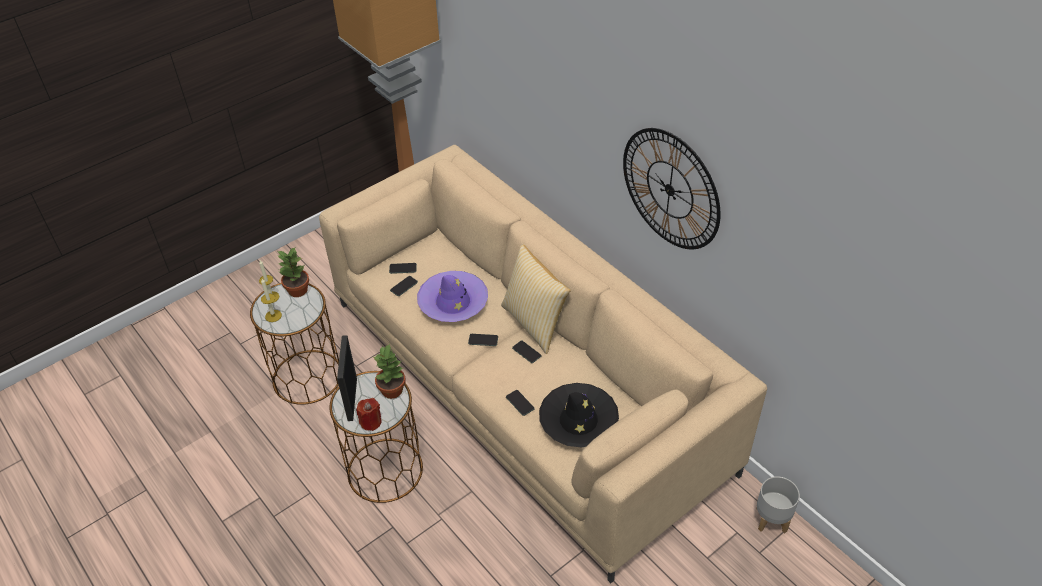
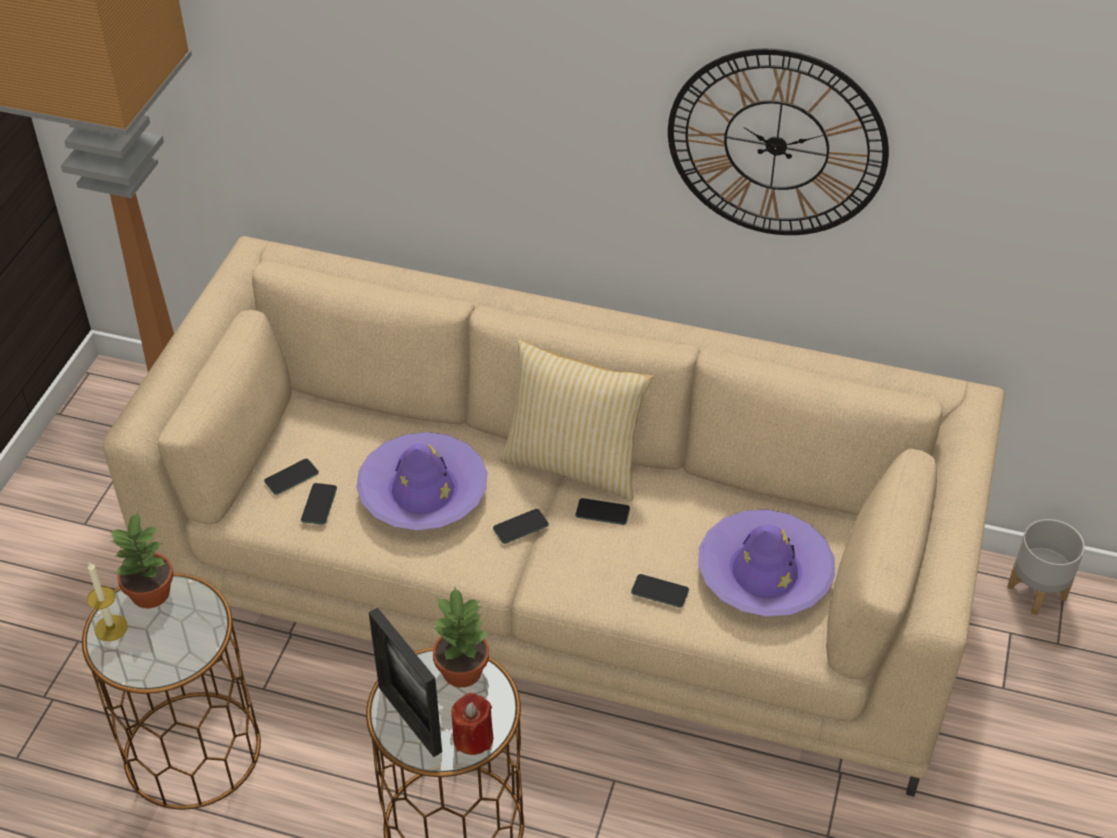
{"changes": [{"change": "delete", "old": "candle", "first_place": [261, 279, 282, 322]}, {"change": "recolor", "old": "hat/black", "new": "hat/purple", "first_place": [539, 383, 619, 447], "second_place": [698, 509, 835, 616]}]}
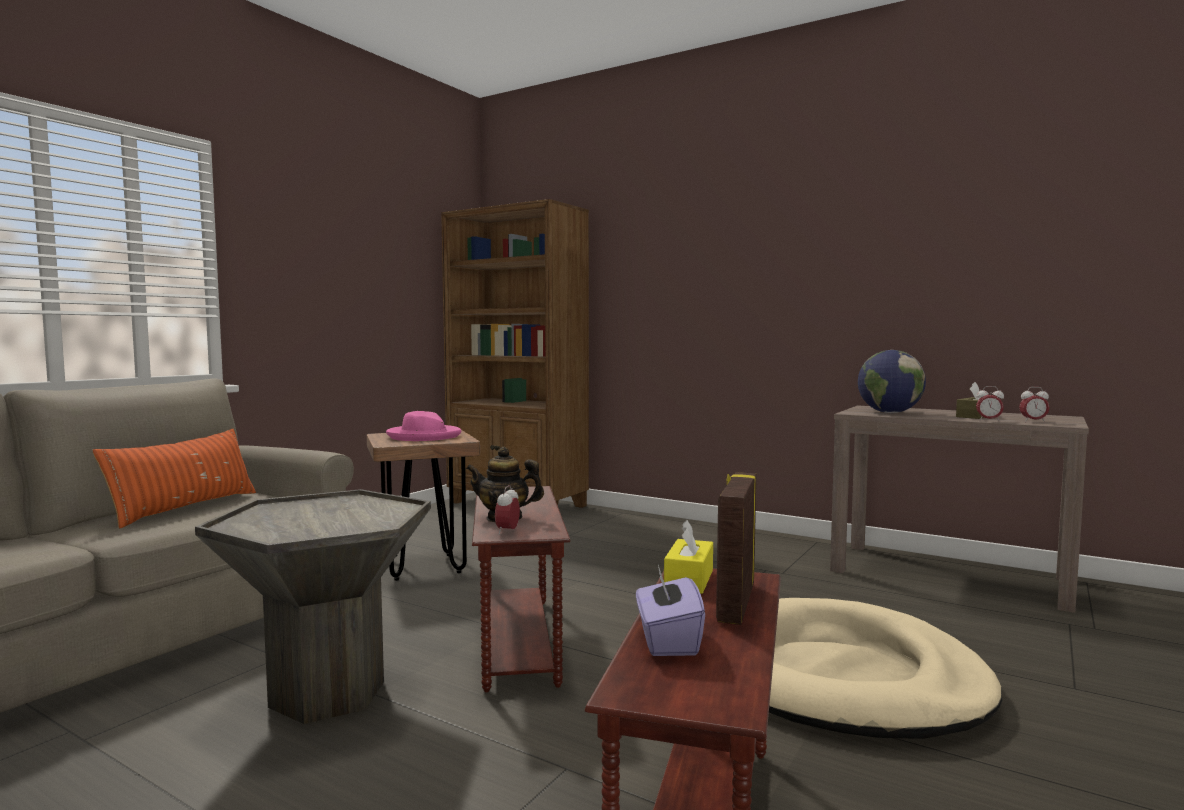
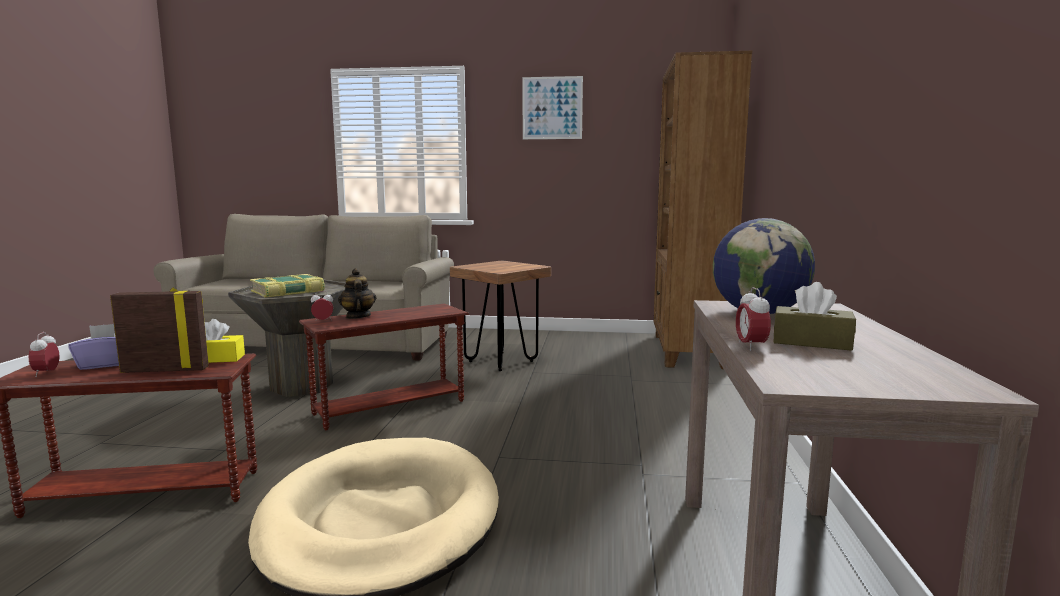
{"changes": [{"change": "delete", "old": "pillow/orange", "first_place": [92, 429, 256, 529]}, {"change": "delete", "old": "hat/pink", "first_place": [386, 411, 462, 441]}, {"change": "move", "old": "alarm clock", "first_place": [1019, 387, 1049, 423], "second_place": [29, 332, 59, 377]}, {"change": "insert", "new": "book", "second_place": [250, 274, 325, 298]}, {"change": "insert", "new": "picture", "second_place": [523, 76, 583, 139]}]}
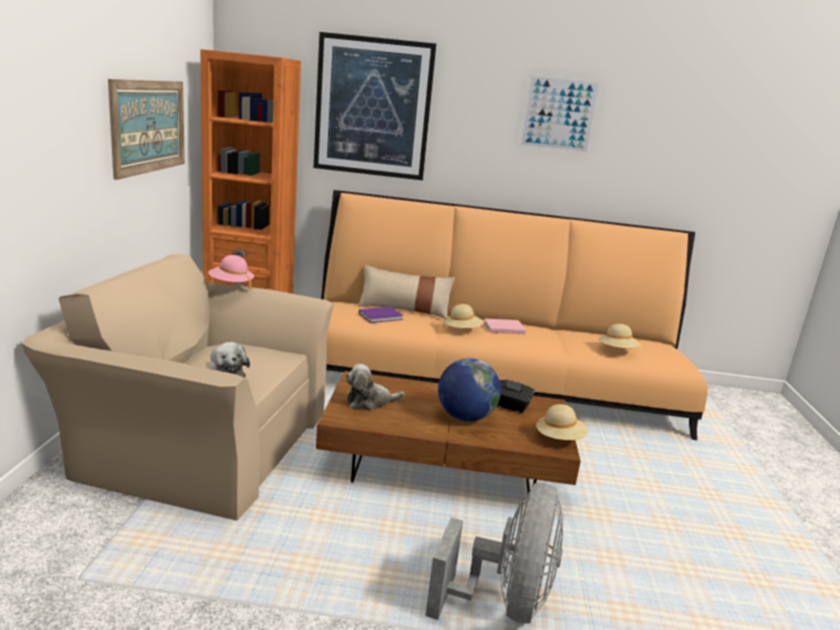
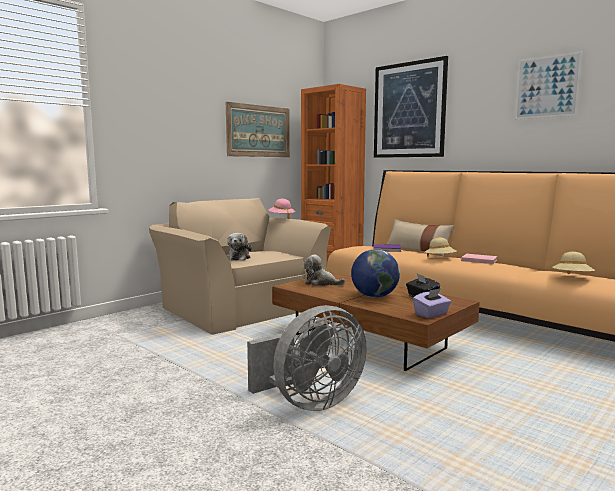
{"changes": [{"change": "replace", "old": "hat/beige", "new": "tissue box/purple", "first_place": [534, 404, 588, 440], "second_place": [413, 288, 451, 318]}]}
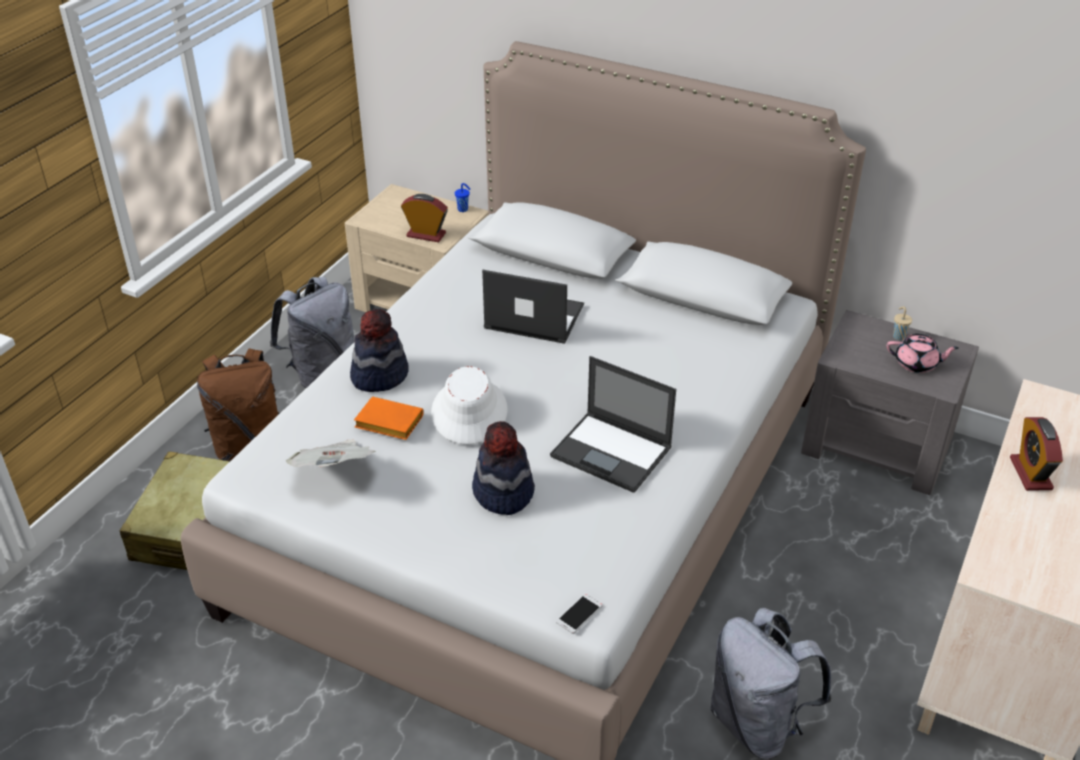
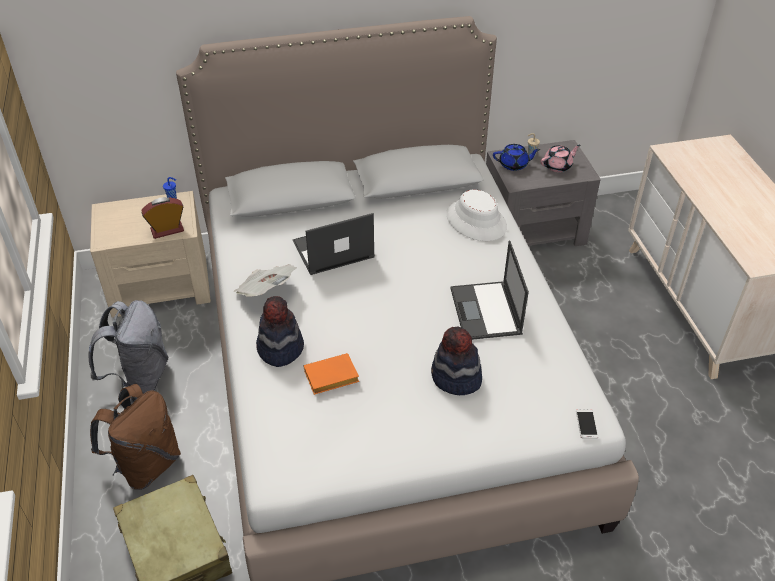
{"changes": [{"change": "move", "old": "newspaper", "first_place": [286, 439, 376, 467], "second_place": [233, 264, 297, 297]}, {"change": "move", "old": "hat/white", "first_place": [431, 366, 508, 444], "second_place": [446, 190, 507, 241]}, {"change": "rotate", "old": "laptop", "first_place": [550, 356, 676, 493], "second_place": [451, 240, 529, 340], "degrees": 90}, {"change": "delete", "old": "backpack/grey", "first_place": [710, 608, 832, 759]}, {"change": "delete", "old": "alarm clock", "first_place": [1010, 417, 1063, 491]}, {"change": "insert", "new": "teapot/blue", "second_place": [493, 144, 540, 171]}]}
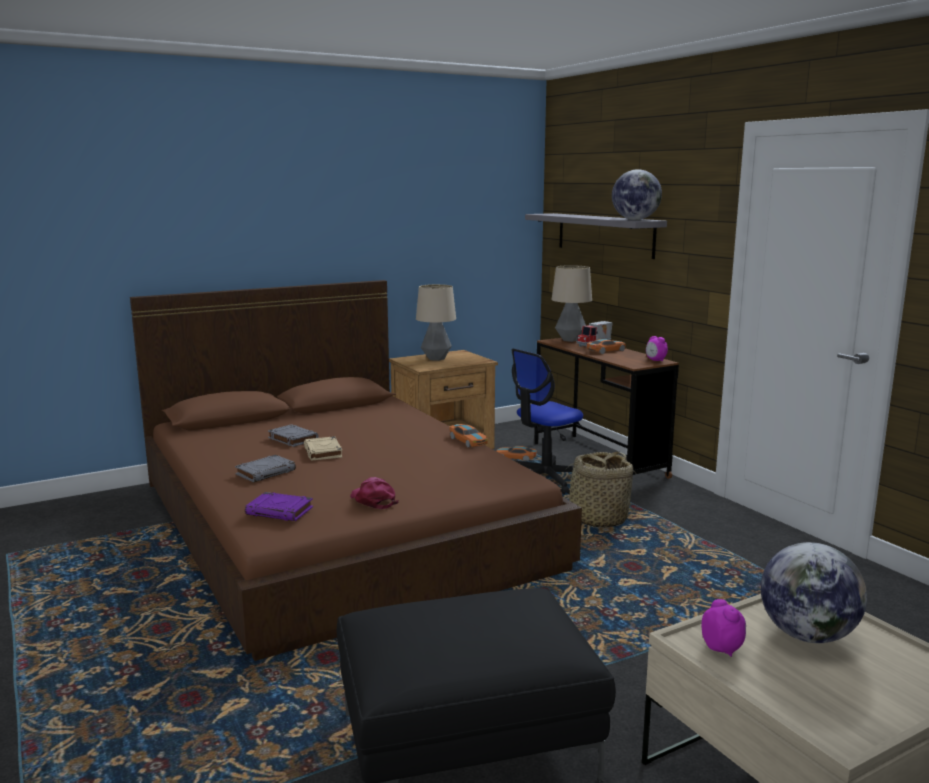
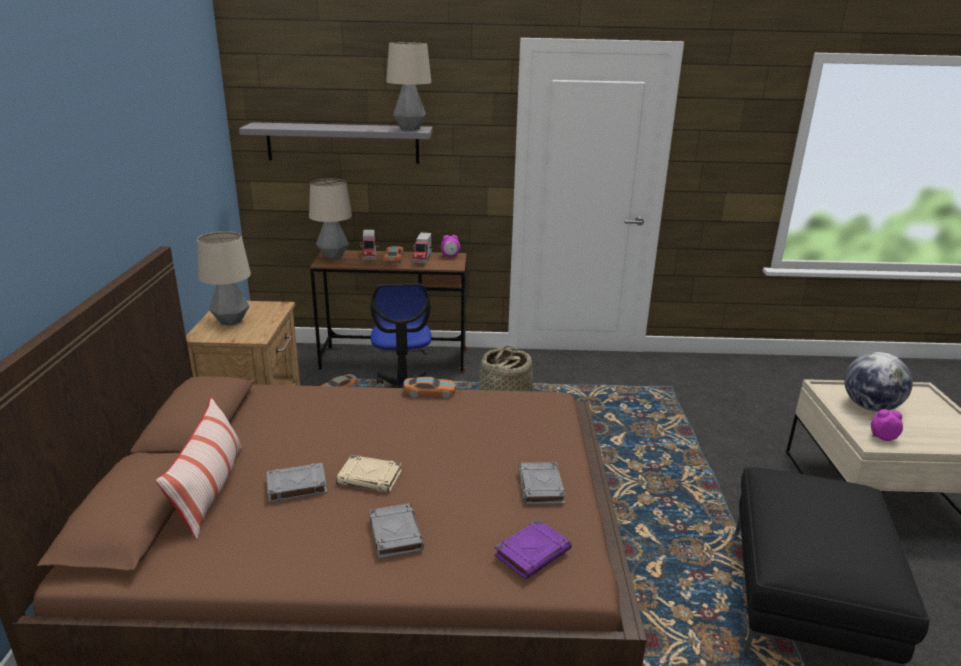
{"changes": [{"change": "replace", "old": "cap/pink", "new": "book/grey", "first_place": [350, 477, 398, 509], "second_place": [518, 462, 565, 505]}, {"change": "replace", "old": "globe", "new": "table lamp", "first_place": [612, 169, 662, 220], "second_place": [386, 42, 432, 130]}, {"change": "insert", "new": "pillow", "second_place": [156, 397, 243, 540]}, {"change": "insert", "new": "toy truck", "second_place": [413, 233, 432, 265]}]}
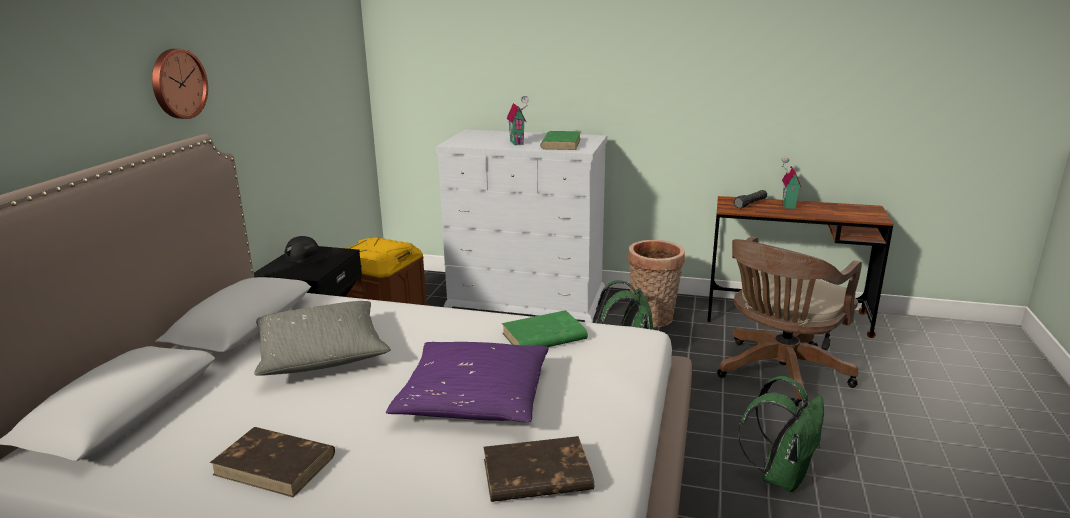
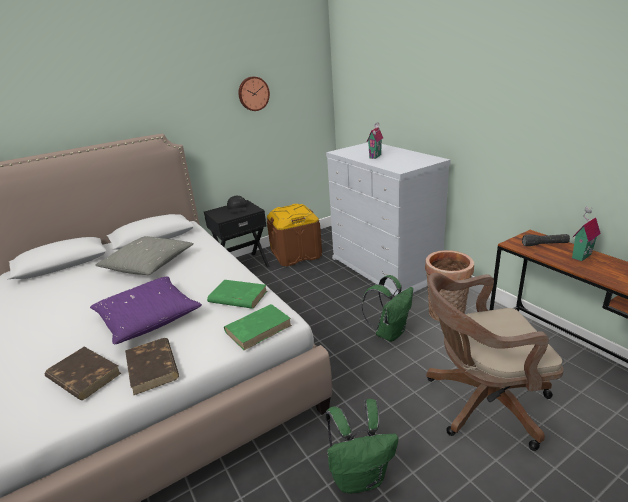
{"changes": [{"change": "move", "old": "wall clock", "first_place": [152, 49, 208, 119], "second_place": [238, 77, 270, 111]}, {"change": "move", "old": "book/brown", "first_place": [210, 427, 335, 497], "second_place": [125, 338, 179, 395]}, {"change": "move", "old": "book/green", "first_place": [540, 131, 581, 150], "second_place": [224, 304, 292, 350]}]}
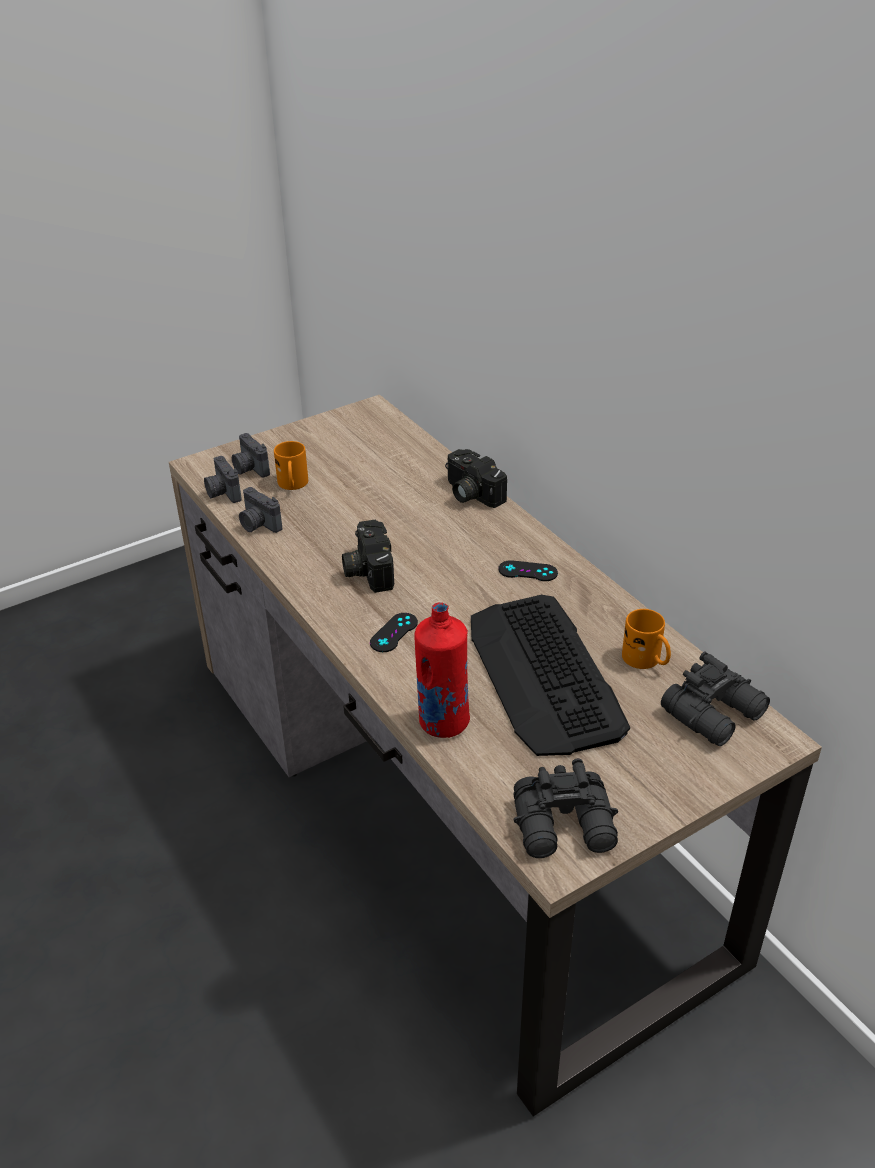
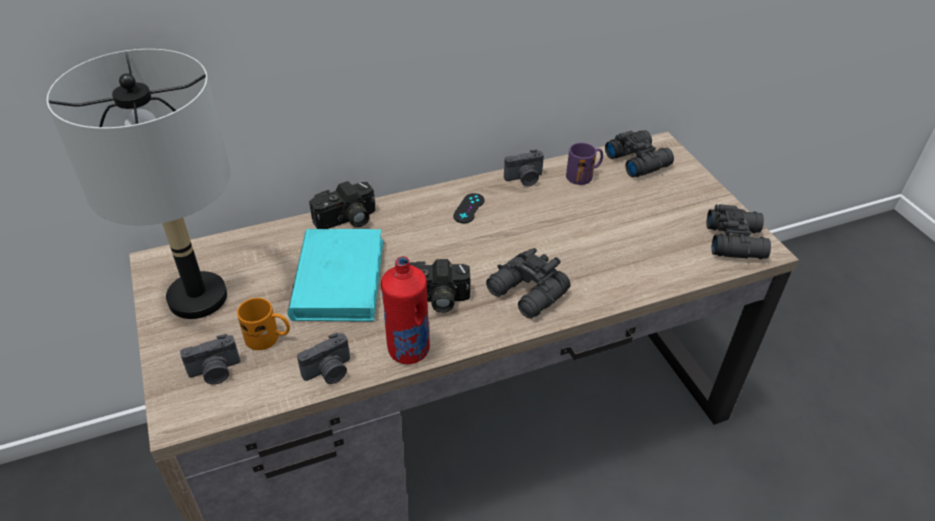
{"changes": [{"change": "move", "old": "photo camera", "first_place": [204, 456, 242, 503], "second_place": [504, 149, 544, 186]}, {"change": "replace", "old": "game controller/black", "new": "binoculars/black", "first_place": [370, 613, 418, 652], "second_place": [486, 248, 571, 319]}, {"change": "move", "old": "bottle/red", "first_place": [415, 602, 470, 738], "second_place": [381, 256, 430, 364]}, {"change": "delete", "old": "keyboard", "first_place": [471, 595, 630, 756]}, {"change": "recolor", "old": "mug/orange", "new": "mug/purple", "first_place": [622, 609, 671, 669], "second_place": [566, 143, 603, 185]}, {"change": "insert", "new": "table lamp/grey", "second_place": [47, 49, 230, 319]}, {"change": "insert", "new": "book/turquoise", "second_place": [287, 229, 384, 322]}]}
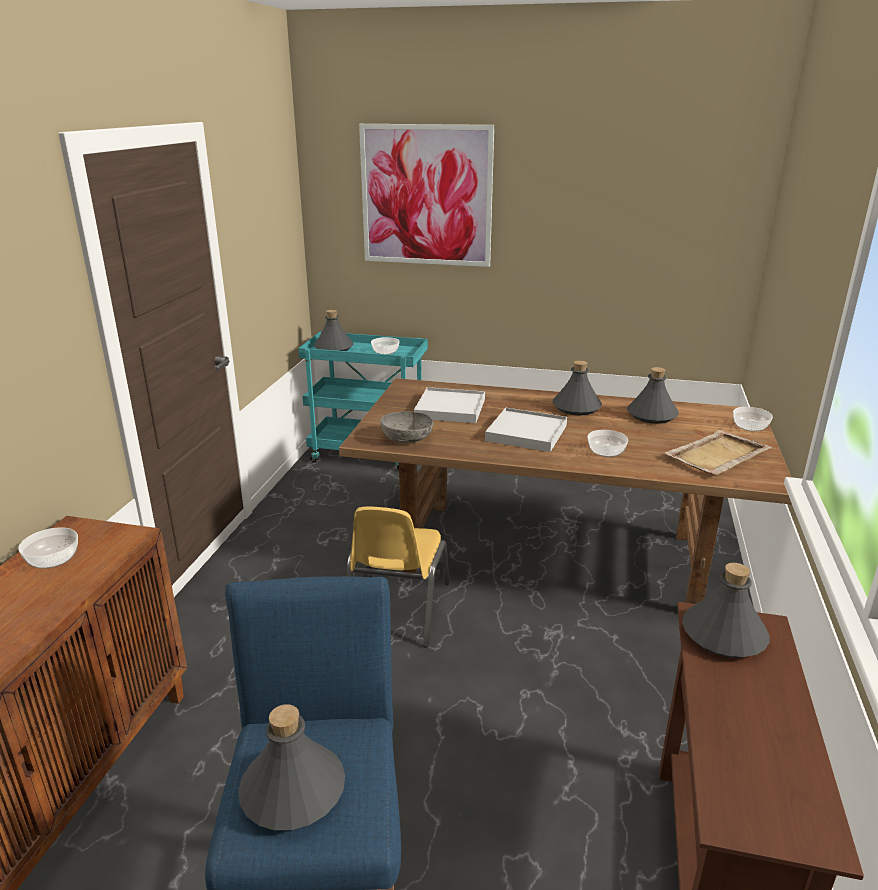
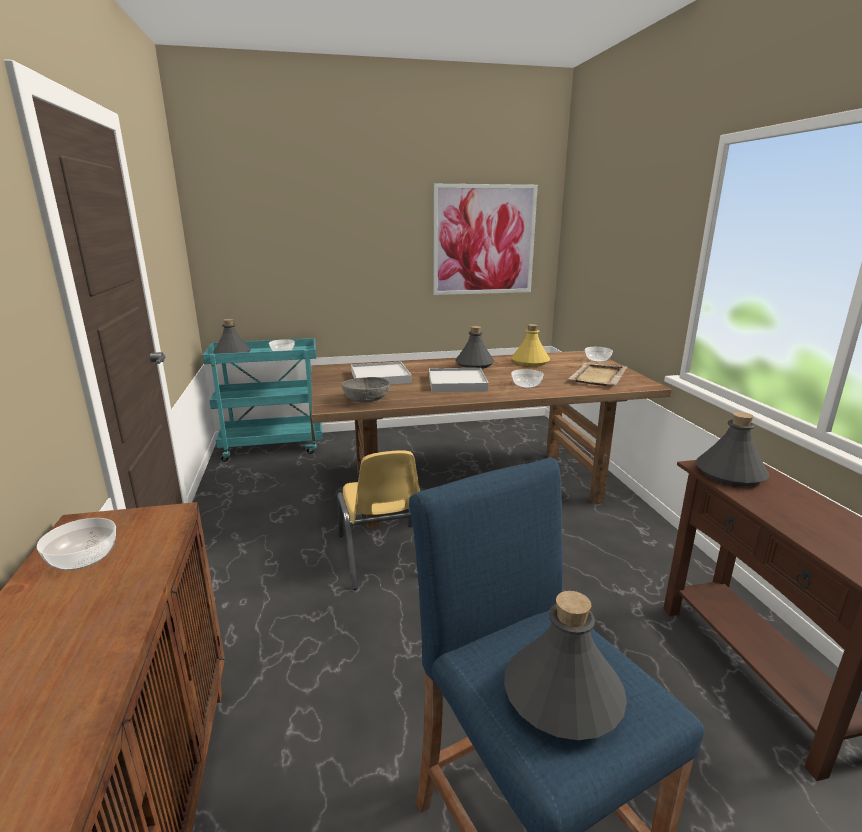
{"changes": [{"change": "move", "old": "picture", "first_place": [359, 124, 494, 267], "second_place": [433, 184, 538, 295]}, {"change": "recolor", "old": "bottle/grey", "new": "bottle/yellow", "first_place": [627, 367, 679, 424], "second_place": [511, 324, 550, 366]}]}
